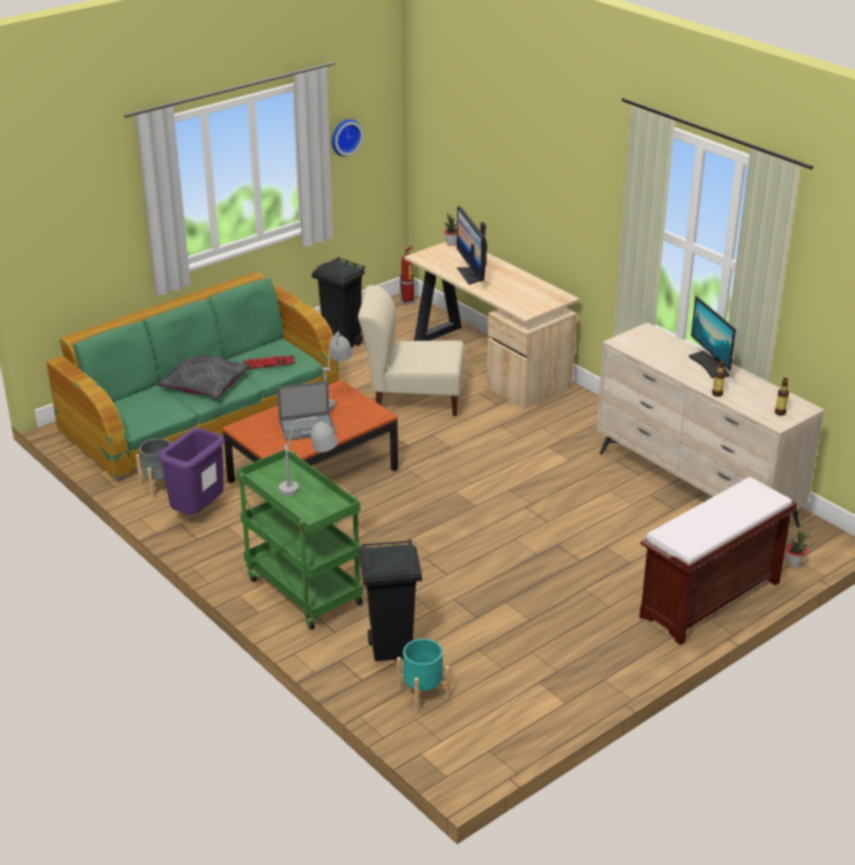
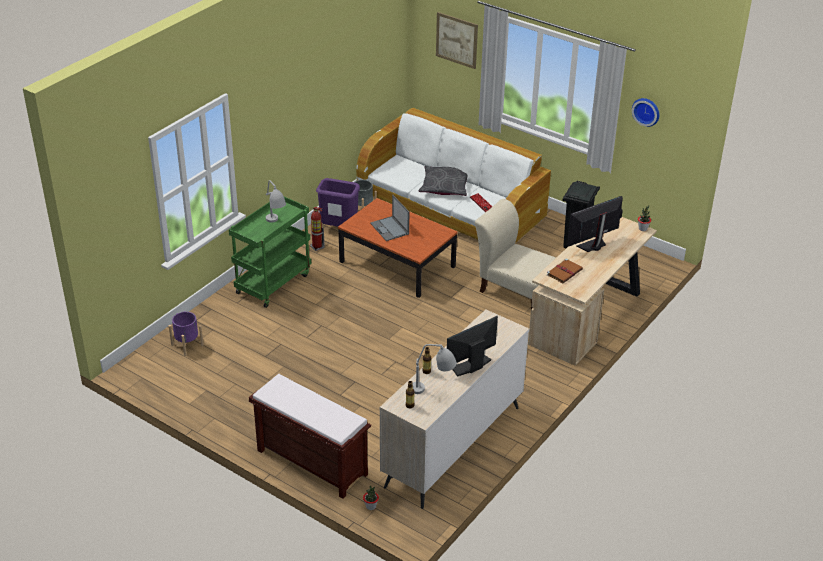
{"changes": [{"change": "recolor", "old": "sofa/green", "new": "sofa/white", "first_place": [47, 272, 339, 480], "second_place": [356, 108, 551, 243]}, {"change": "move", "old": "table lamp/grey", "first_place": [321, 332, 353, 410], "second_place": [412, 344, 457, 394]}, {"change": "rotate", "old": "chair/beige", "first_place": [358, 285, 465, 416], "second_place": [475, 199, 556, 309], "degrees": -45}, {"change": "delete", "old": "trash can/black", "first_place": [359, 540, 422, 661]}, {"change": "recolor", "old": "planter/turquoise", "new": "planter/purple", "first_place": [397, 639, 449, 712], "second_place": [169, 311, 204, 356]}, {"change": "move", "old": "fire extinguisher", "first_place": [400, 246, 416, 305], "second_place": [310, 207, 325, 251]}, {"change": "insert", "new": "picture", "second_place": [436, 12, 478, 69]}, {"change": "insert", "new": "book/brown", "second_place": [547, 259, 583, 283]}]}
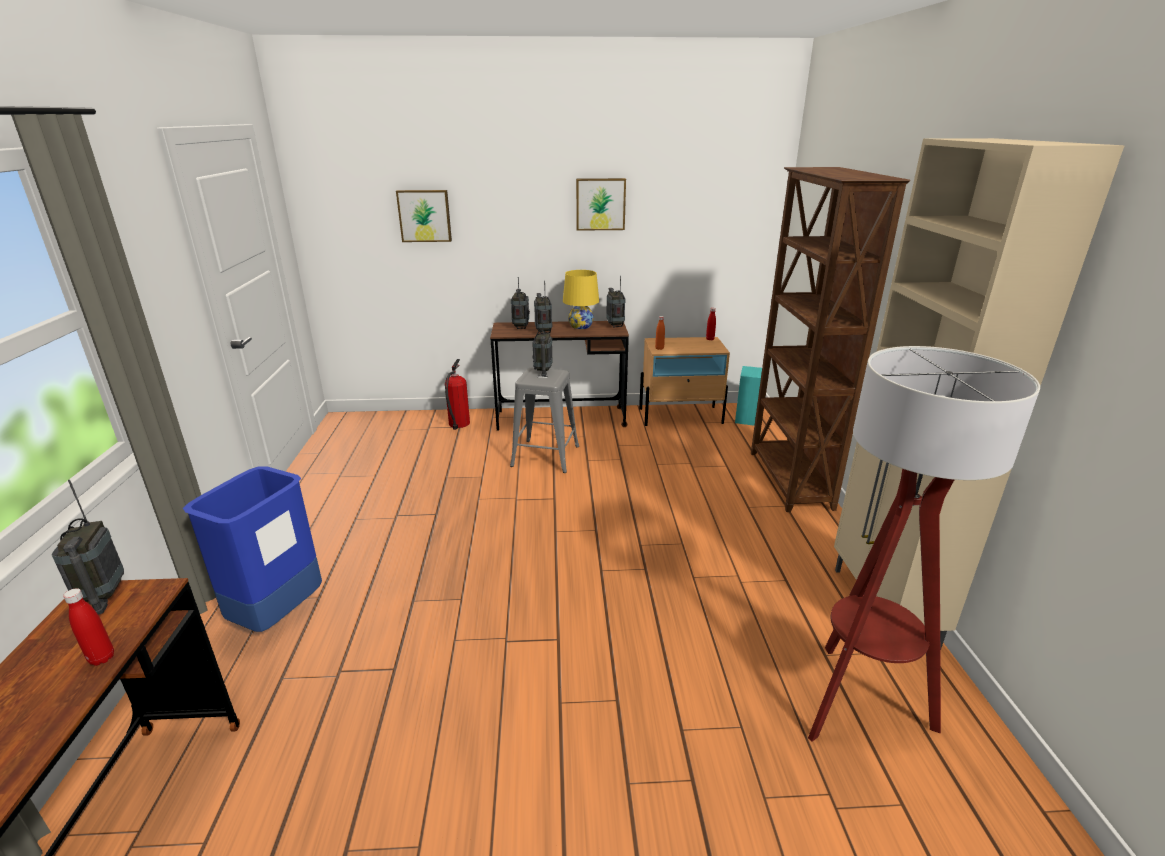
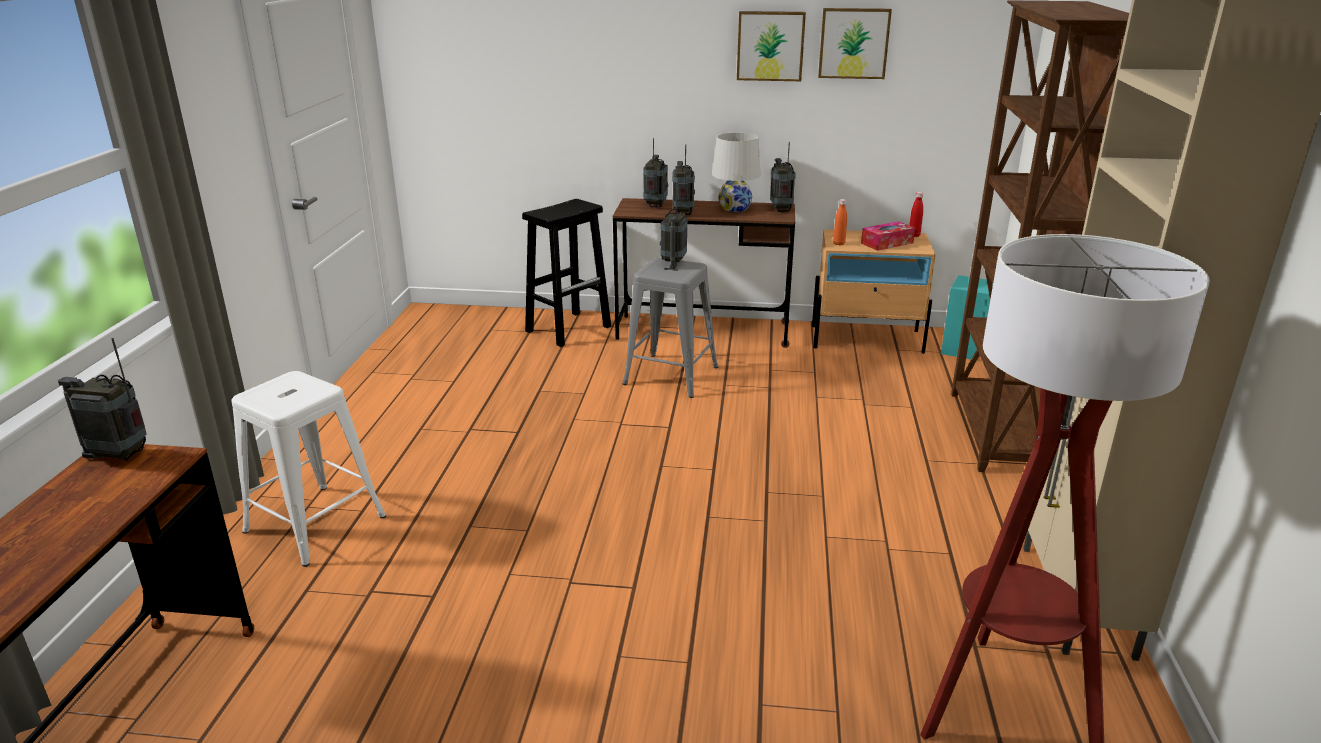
{"changes": [{"change": "rotate", "old": "radio", "first_place": [52, 480, 124, 615], "second_place": [58, 338, 147, 461], "degrees": 105}, {"change": "delete", "old": "bottle/red", "first_place": [63, 588, 114, 666]}, {"change": "replace", "old": "trash can/blue", "new": "stool/white", "first_place": [183, 466, 322, 632], "second_place": [231, 371, 386, 567]}, {"change": "move", "old": "picture", "first_place": [396, 190, 452, 242], "second_place": [818, 8, 892, 79]}, {"change": "replace", "old": "fire extinguisher", "new": "stool/black", "first_place": [445, 359, 470, 430], "second_place": [522, 199, 611, 347]}, {"change": "recolor", "old": "table lamp/yellow", "new": "table lamp/white", "first_place": [563, 270, 599, 329], "second_place": [712, 133, 761, 212]}, {"change": "insert", "new": "tissue box", "second_place": [861, 221, 915, 251]}]}
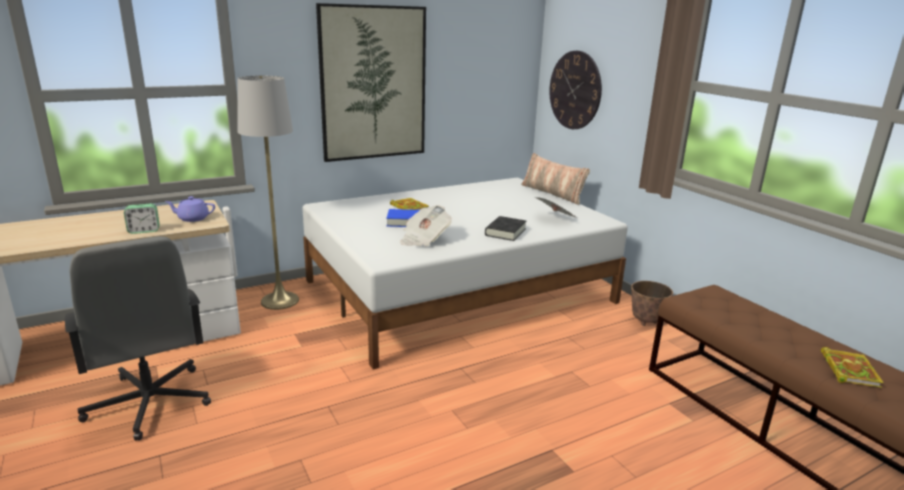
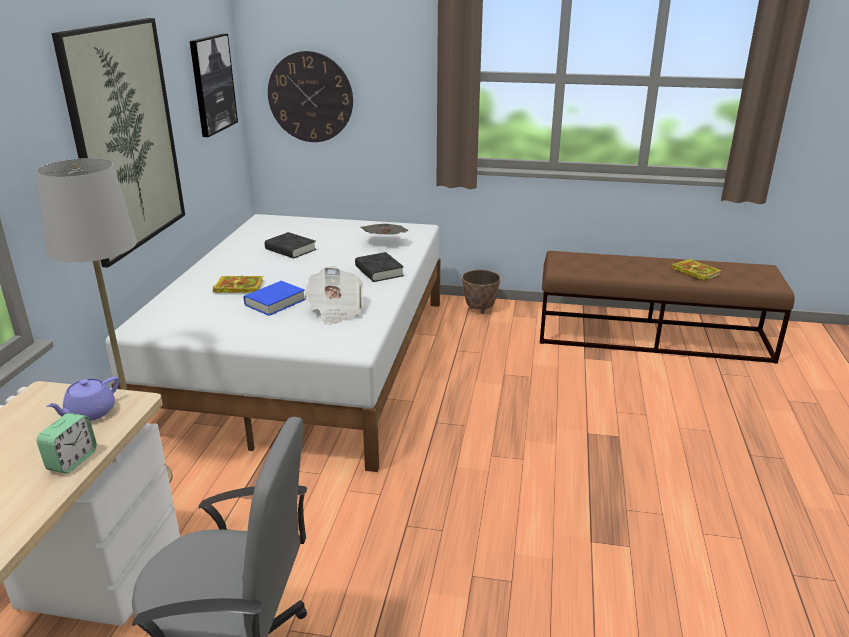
{"changes": [{"change": "delete", "old": "pillow", "first_place": [521, 153, 590, 205]}, {"change": "insert", "new": "picture", "second_place": [190, 34, 238, 137]}, {"change": "insert", "new": "book/black", "second_place": [265, 232, 316, 258]}]}
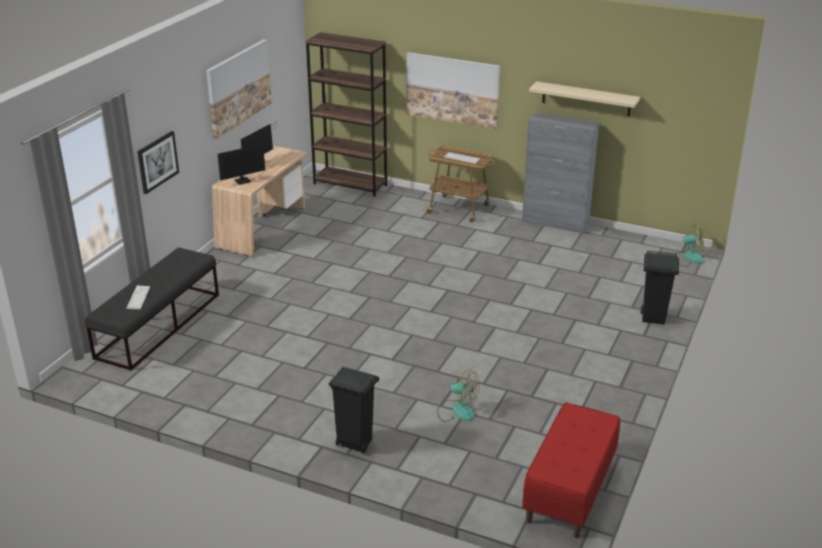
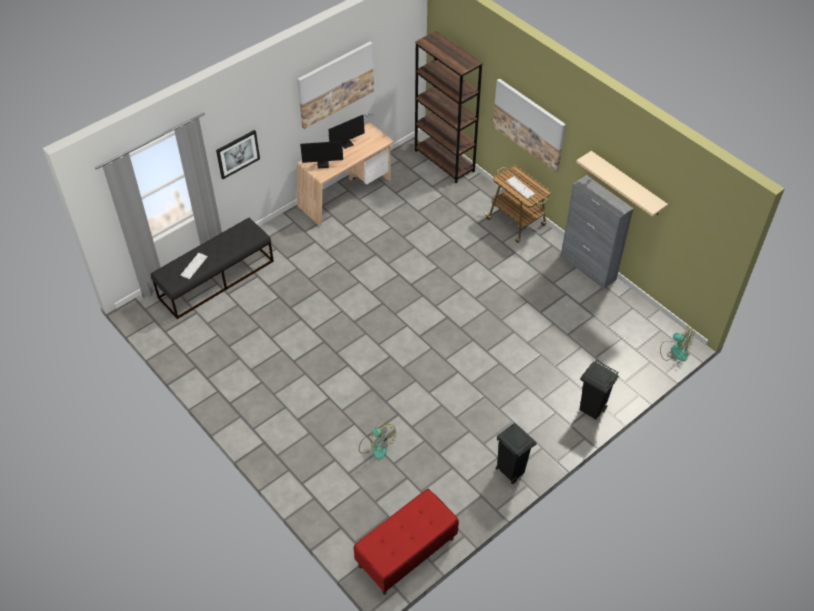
{"changes": [{"change": "move", "old": "trash can/black", "first_place": [328, 367, 379, 454], "second_place": [496, 423, 537, 484]}]}
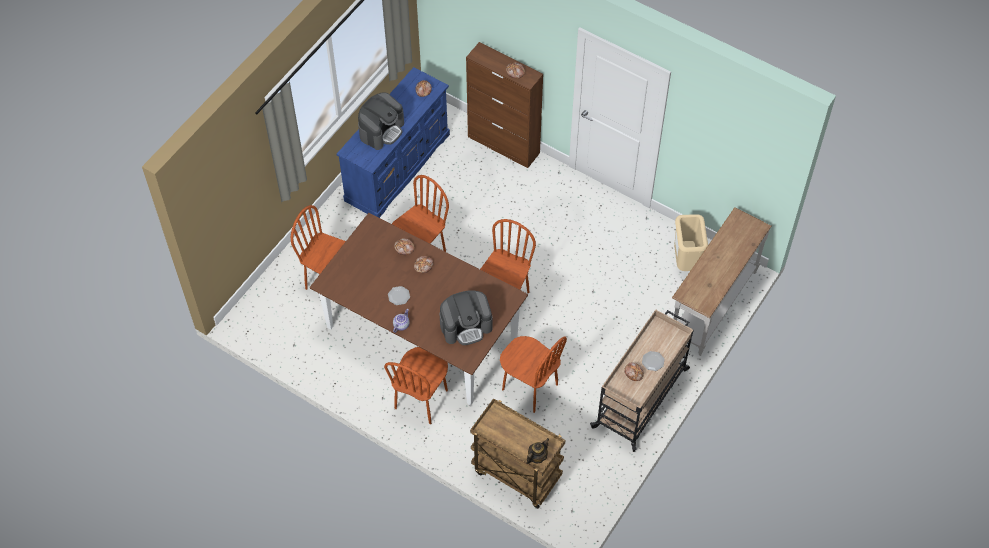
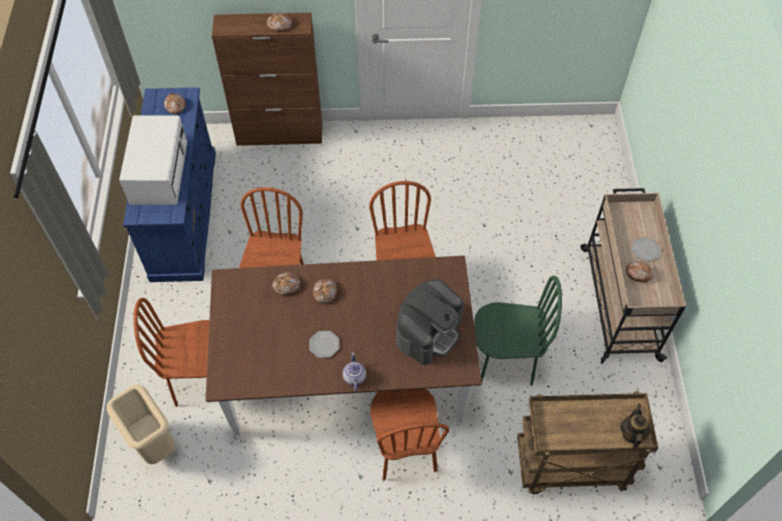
{"changes": [{"change": "replace", "old": "coffee machine", "new": "microwave/white", "first_place": [358, 92, 404, 150], "second_place": [119, 115, 187, 205]}, {"change": "recolor", "old": "chair/brown", "new": "chair/green", "first_place": [500, 336, 567, 413], "second_place": [474, 276, 562, 386]}, {"change": "delete", "old": "console table/white", "first_place": [672, 207, 772, 356]}, {"change": "move", "old": "trash can/beige", "first_place": [674, 214, 708, 271], "second_place": [107, 384, 175, 464]}]}
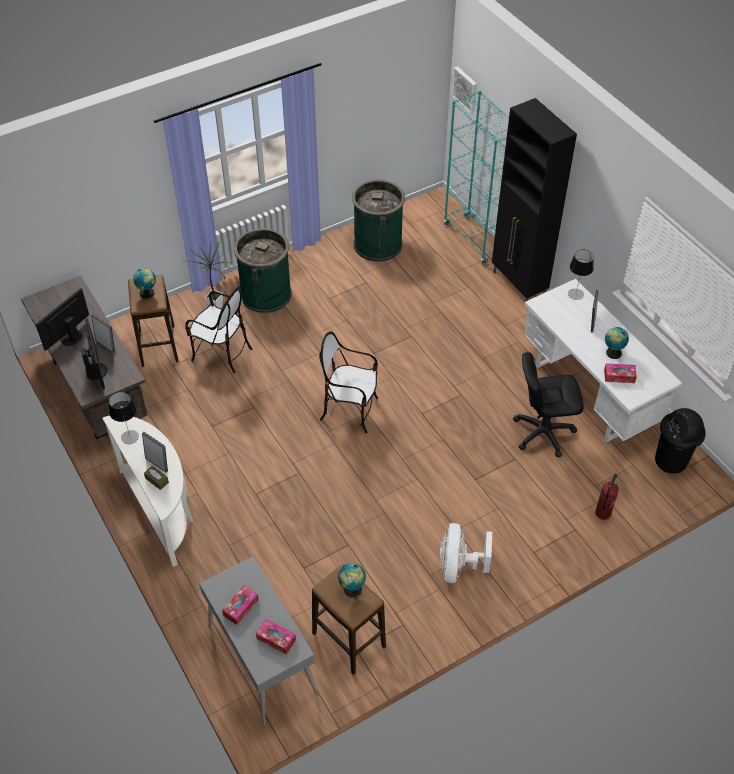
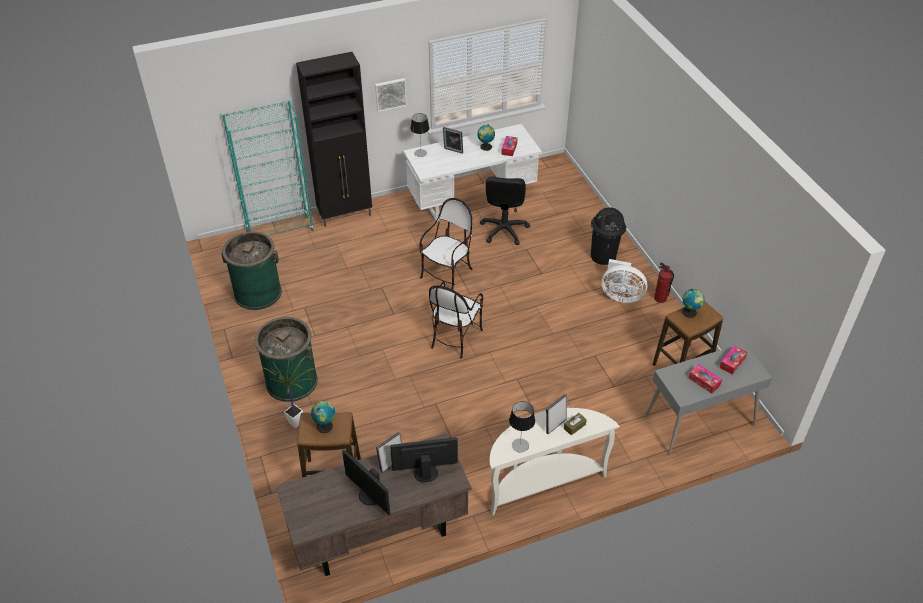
{"changes": [{"change": "move", "old": "chair", "first_place": [185, 286, 252, 373], "second_place": [419, 198, 472, 290]}, {"change": "move", "old": "picture", "first_place": [452, 66, 477, 114], "second_place": [375, 78, 407, 112]}, {"change": "move", "old": "fire extinguisher", "first_place": [595, 474, 619, 520], "second_place": [654, 262, 674, 303]}, {"change": "move", "old": "trash can/black", "first_place": [655, 408, 706, 474], "second_place": [591, 207, 626, 265]}]}
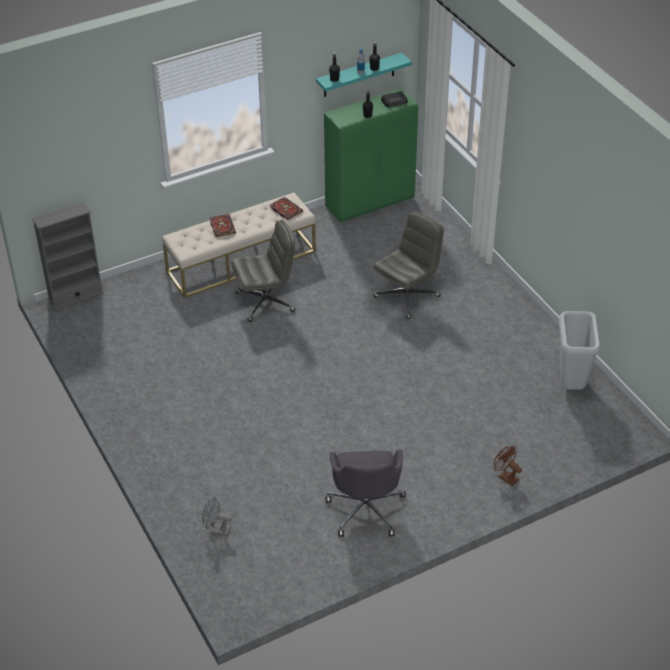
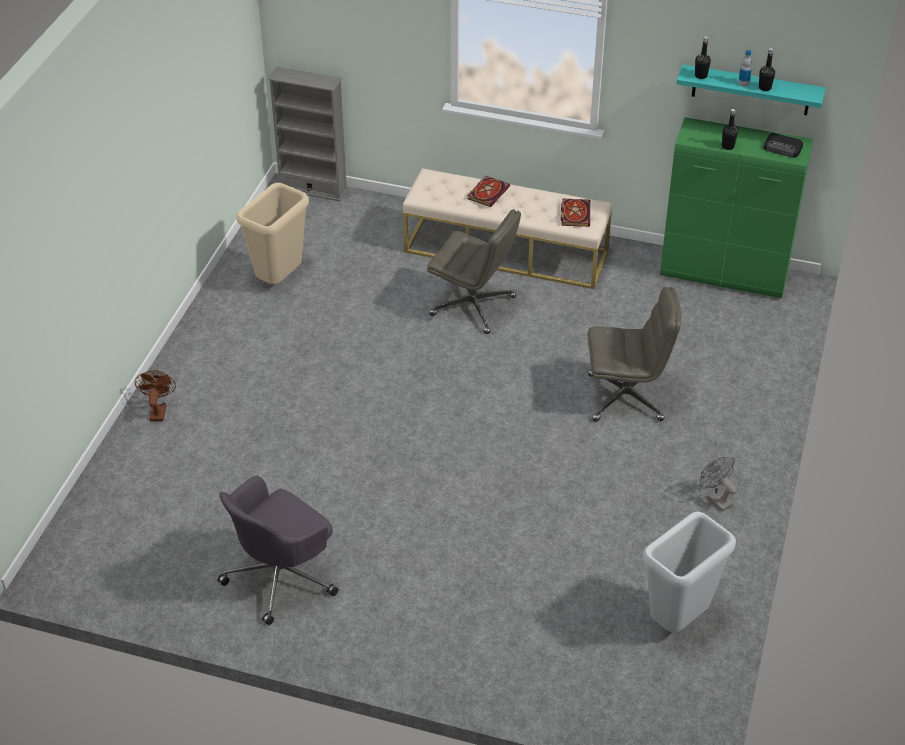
{"changes": [{"change": "move", "old": "fan/grey", "first_place": [202, 497, 232, 536], "second_place": [700, 457, 737, 511]}, {"change": "move", "old": "fan/brown", "first_place": [494, 446, 522, 486], "second_place": [135, 370, 176, 421]}, {"change": "insert", "new": "trash can/beige", "second_place": [236, 183, 309, 284]}]}
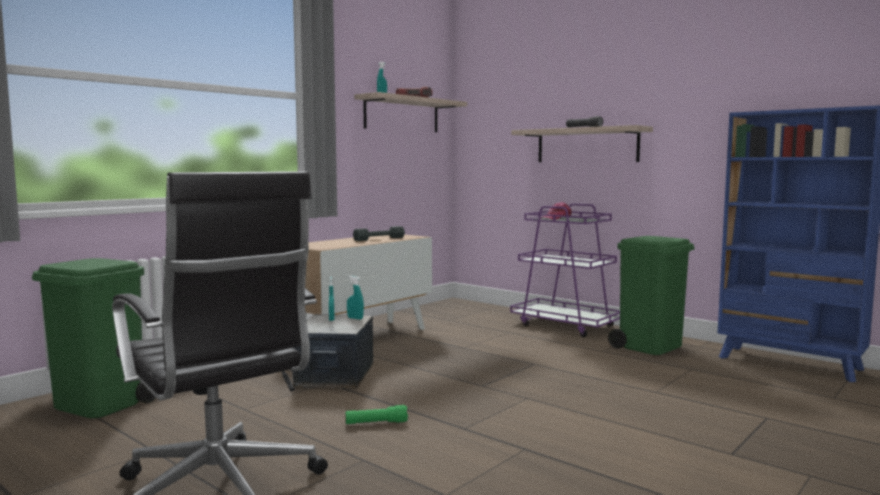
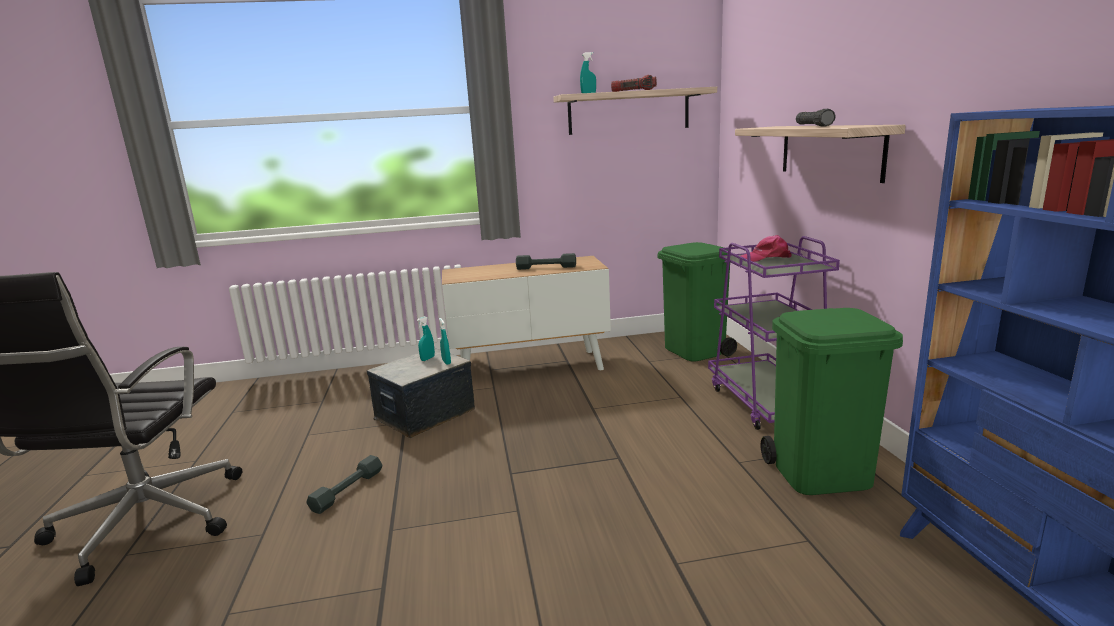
{"changes": [{"change": "move", "old": "trash can/green", "first_place": [32, 258, 156, 418], "second_place": [658, 242, 737, 362]}, {"change": "replace", "old": "flashlight/green", "new": "dumbbell/grey", "first_place": [345, 405, 408, 424], "second_place": [306, 455, 383, 514]}]}
